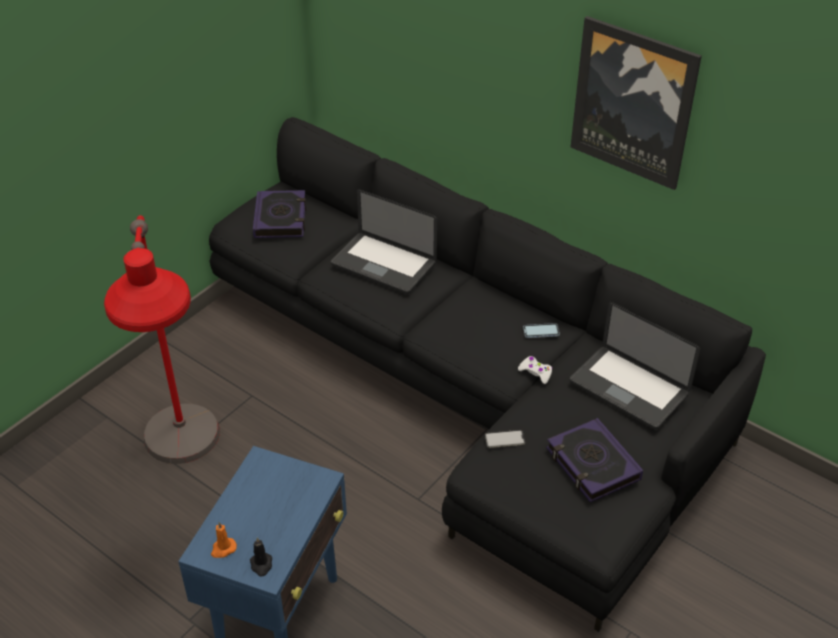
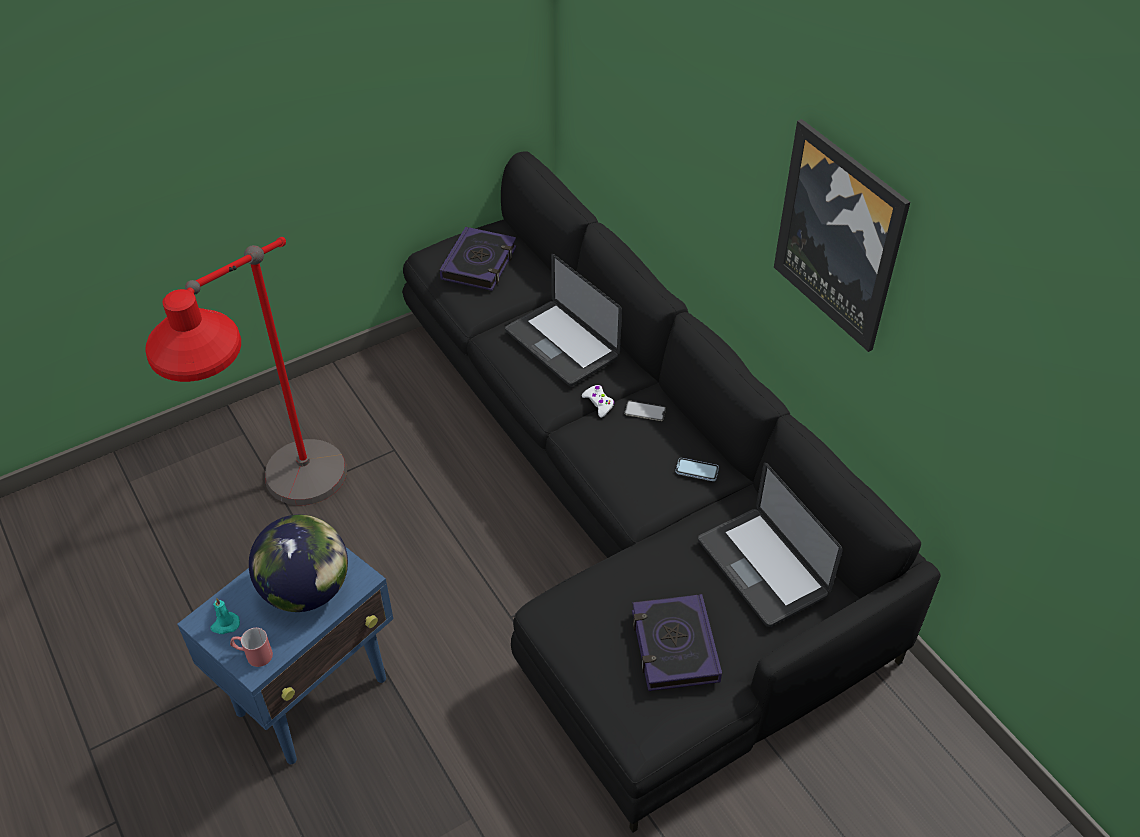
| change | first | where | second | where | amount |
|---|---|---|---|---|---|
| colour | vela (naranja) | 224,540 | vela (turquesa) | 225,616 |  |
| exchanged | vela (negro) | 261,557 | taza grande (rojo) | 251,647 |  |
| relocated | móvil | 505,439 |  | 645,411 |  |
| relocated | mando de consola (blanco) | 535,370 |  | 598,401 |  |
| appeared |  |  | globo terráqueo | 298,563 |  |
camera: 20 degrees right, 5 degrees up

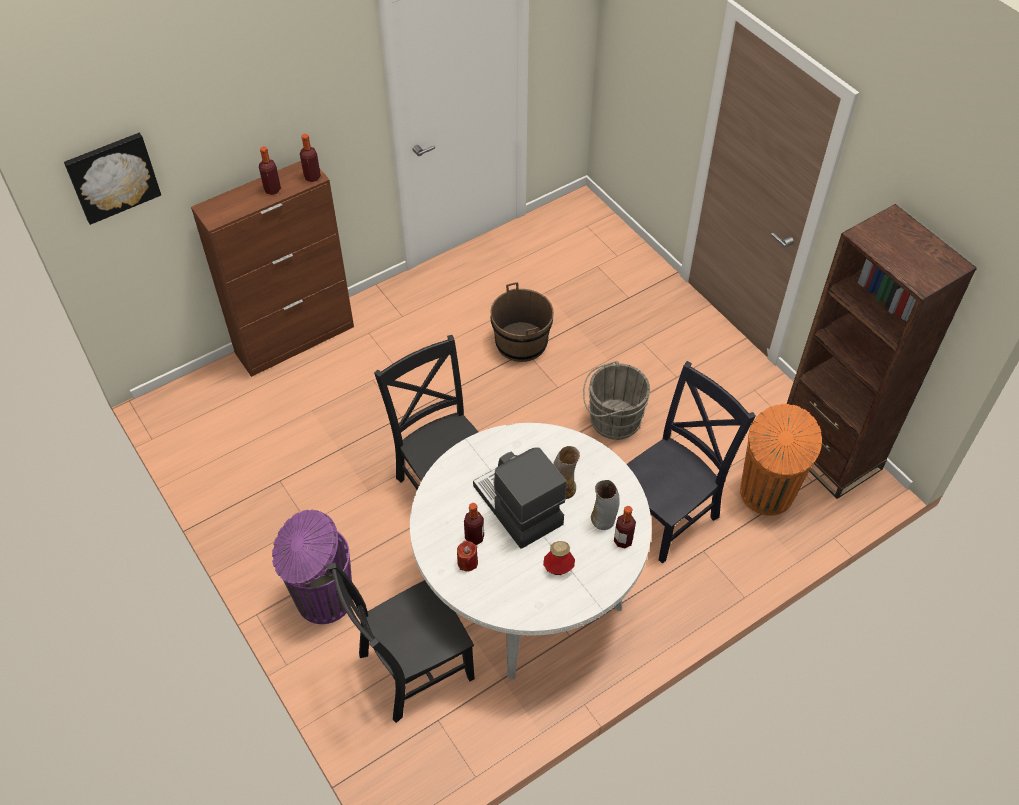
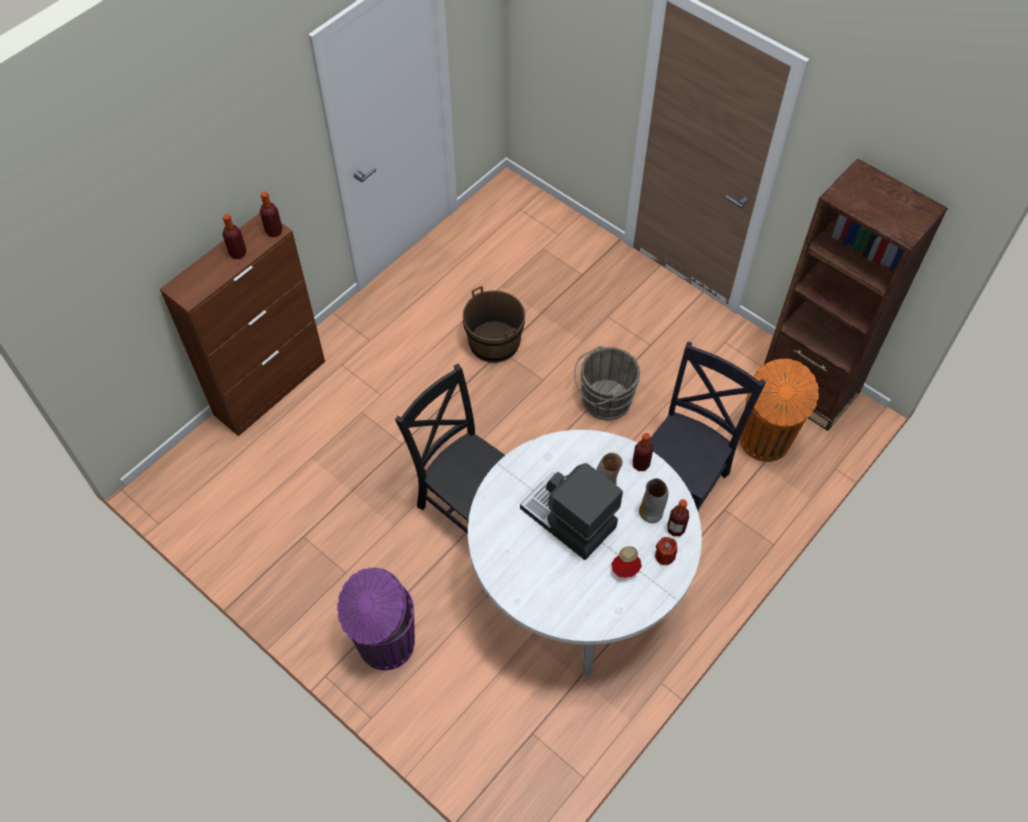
| change | first | where | second | where | amount |
|---|---|---|---|---|---|
| missing | cuadro | 112,179 |  |  |  |
| missing | silla (negro) | 401,643 |  |  |  |
| relocated | vela (rojo) | 467,556 |  | 666,551 |  |
| relocated | botella | 474,524 |  | 642,452 |  |
camera: 15 degrees left, 5 degrees up

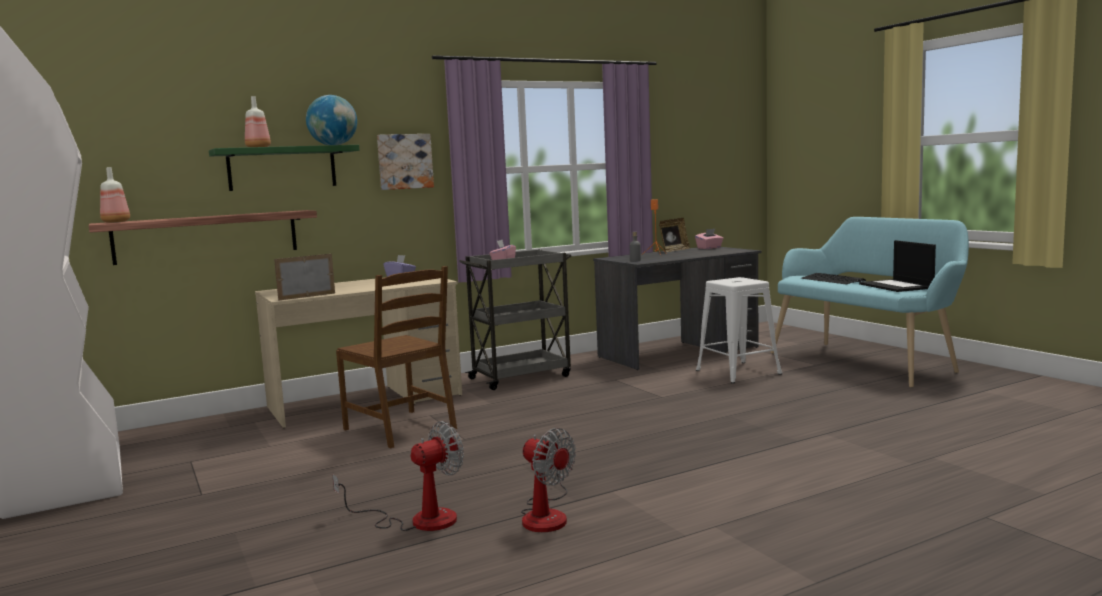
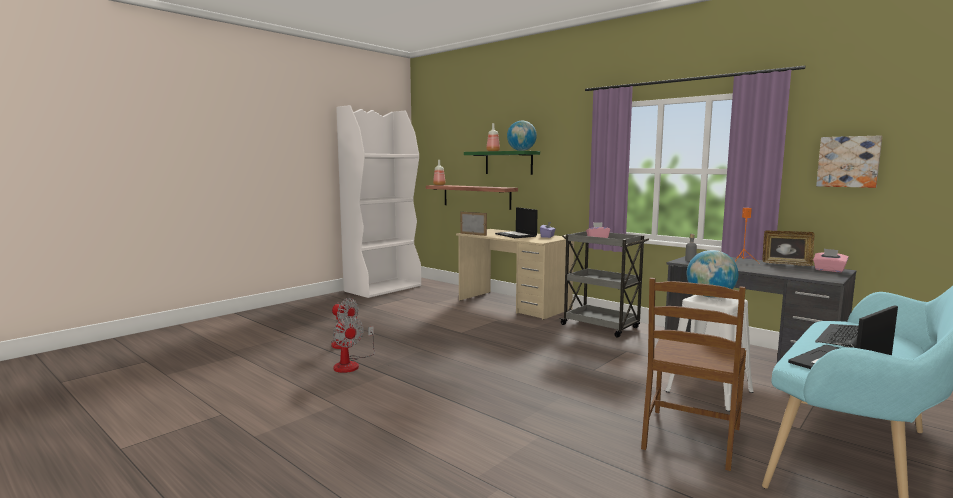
| change | first | where | second | where | amount |
|---|---|---|---|---|---|
| relocated | silla (marrón) | 396,357 |  | 693,374 |  |
| relocated | cuadro | 405,162 |  | 849,161 |  |
| spun | ventilador | 548,480 |  | 354,344 | 60 degrees counterclockwise |
| appeared |  |  | portátil | 516,222 |  |
| appeared |  |  | globo terráqueo | 712,274 |  |
camera: 70 degrees right, 0 degrees up

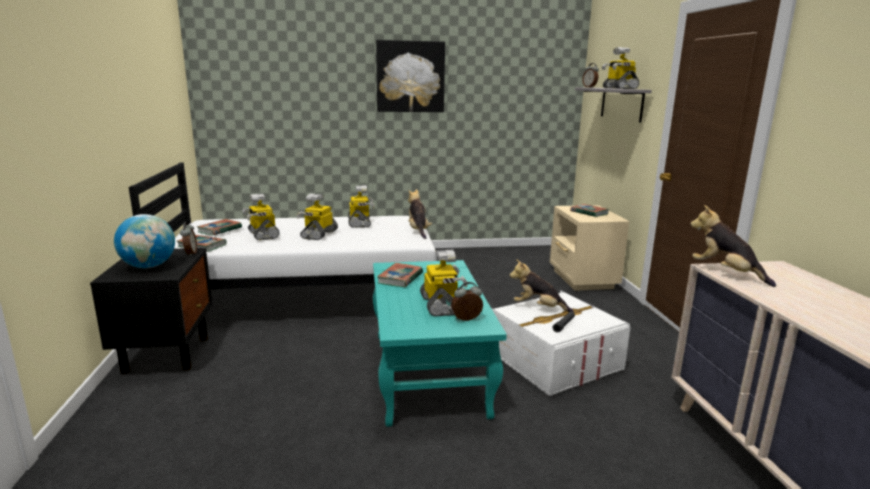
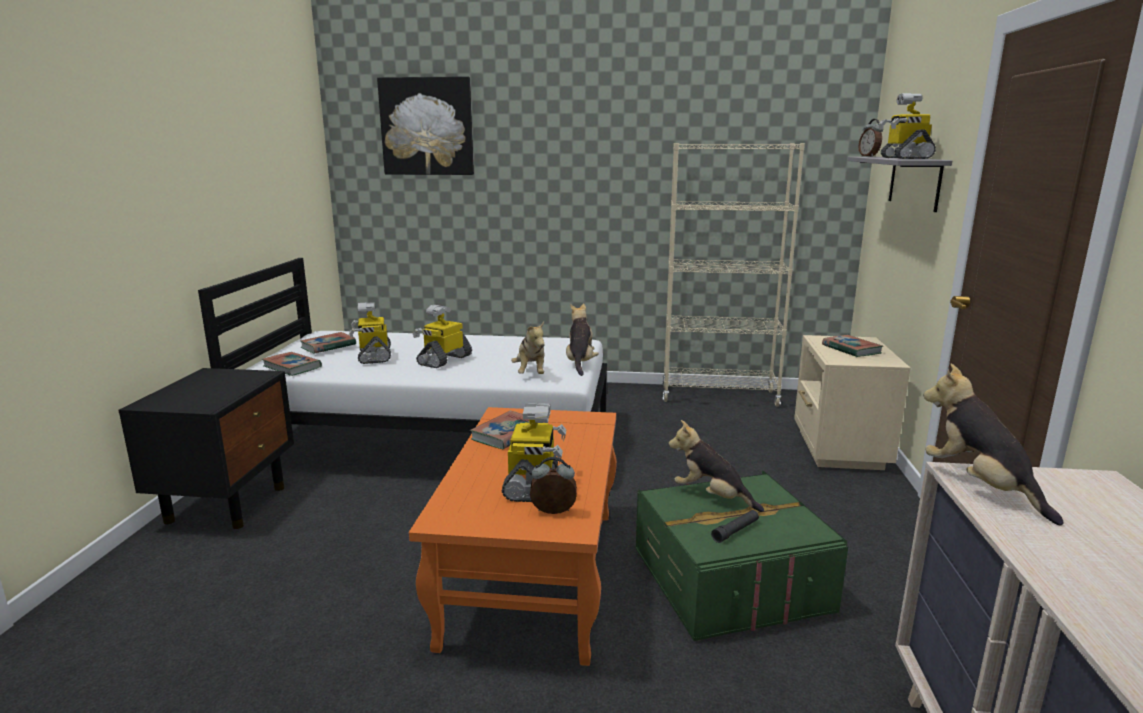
| change | first | where | second | where | amount |
|---|---|---|---|---|---|
| missing | globo terráqueo | 144,241 |  |  |  |
| missing | despertador | 188,239 |  |  |  |
| missing | robot de juguete | 361,206 |  |  |  |
| colour | mesa de centro (turquesa) | 440,343 | mesa de centro (naranja) | 513,536 |  |
| relocated | cuadro | 410,76 |  | 425,125 |  |
| colour | caja de almacenaje (blanco) | 560,343 | caja de almacenaje (verde) | 742,556 |  |
| appeared |  |  | peluche | 528,348 |  |
| appeared |  |  | estantería (beis) | 733,275 |  |
camera: 15 degrees right, 0 degrees up

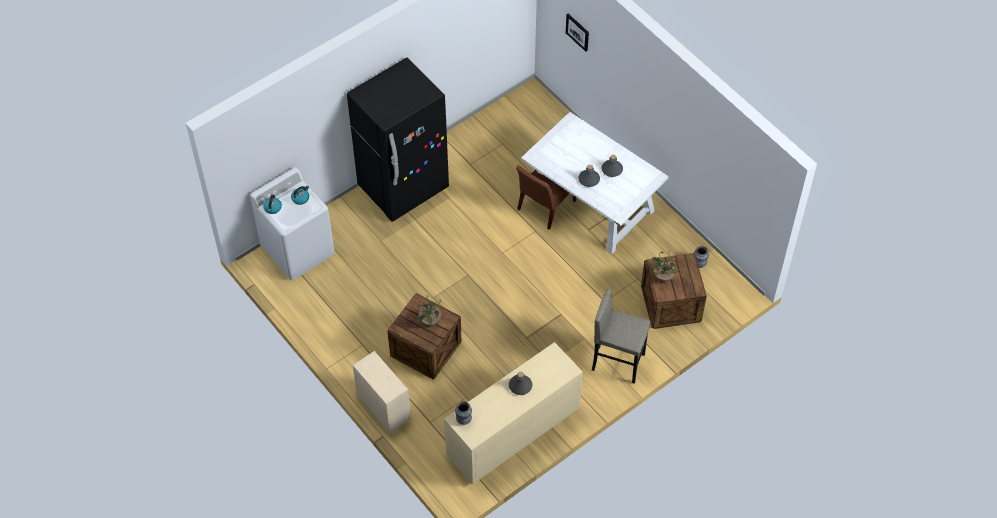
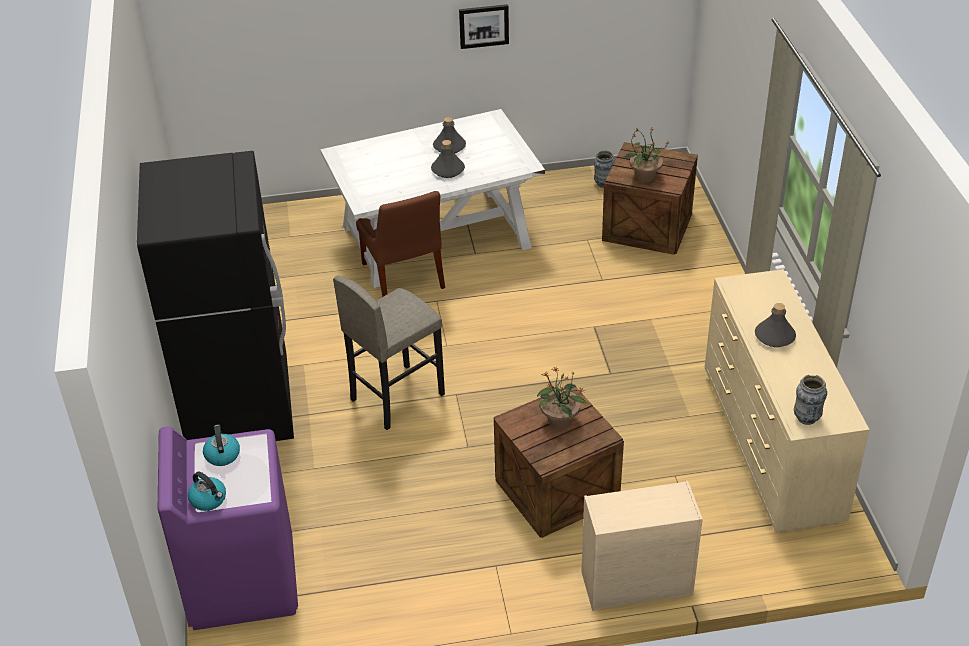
| change | first | where | second | where | amount |
|---|---|---|---|---|---|
| colour | lavadora (blanco) | 292,224 | lavadora (morado) | 228,528 |  |
| relocated | cuadro | 577,33 |  | 484,26 |  |
| relocated | taburete (gris) | 621,336 |  | 389,352 |  |
camera: 60 degrees left, 15 degrees down

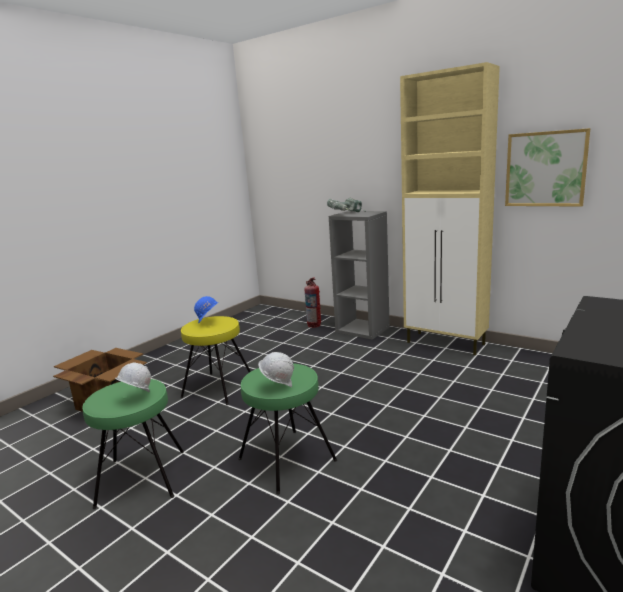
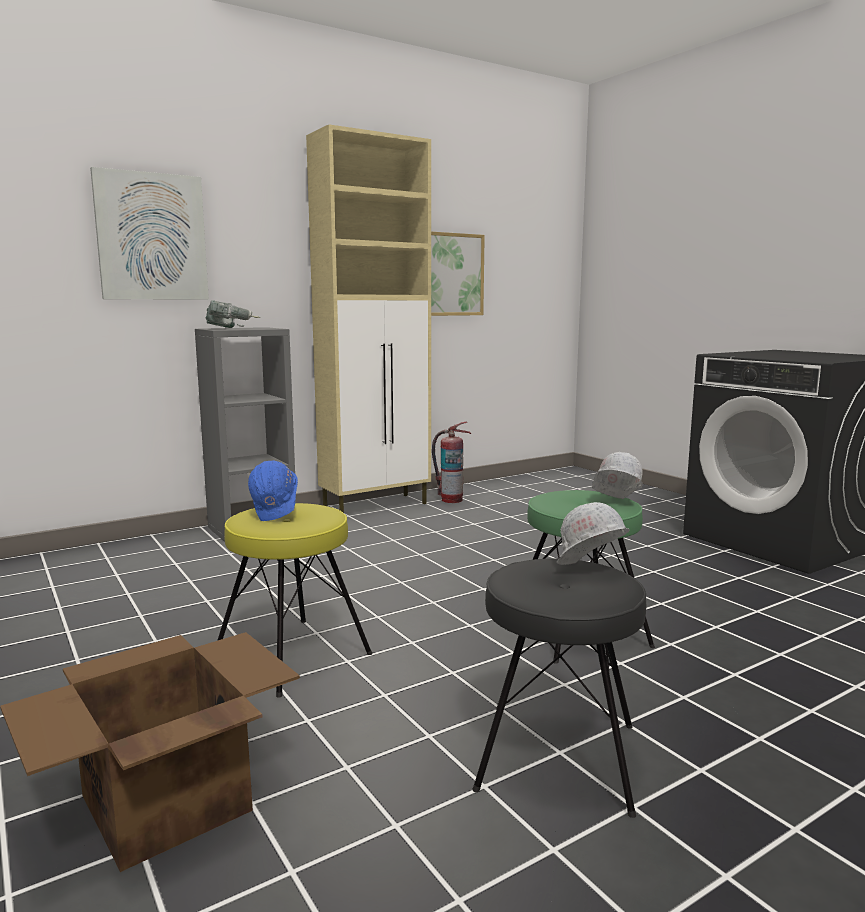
| change | first | where | second | where | amount |
|---|---|---|---|---|---|
| colour | taburete (verde) | 133,444 | taburete (negro) | 559,688 |  |
| relocated | extintor | 313,303 |  | 451,462 |  |
| appeared |  |  | cuadro | 149,233 |  |
camera: 70 degrees left, 5 degrees down

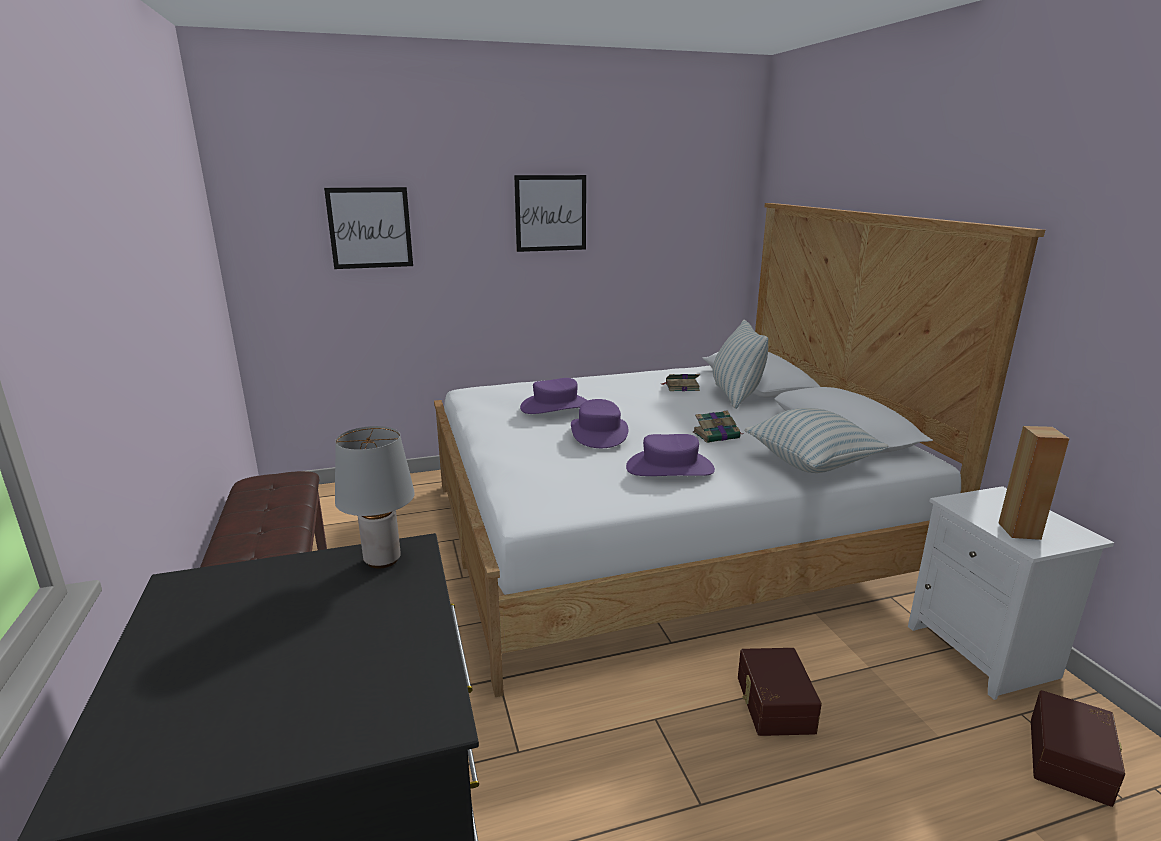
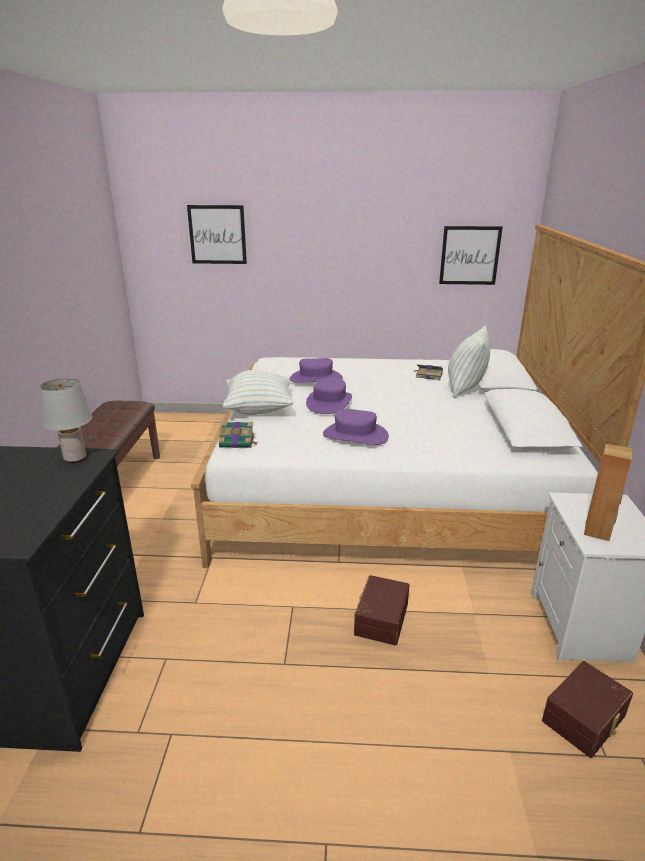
| change | first | where | second | where | amount |
|---|---|---|---|---|---|
| relocated | cuadro | 550,213 |  | 471,255 |  |
| relocated | libro | 718,426 |  | 238,435 |  |
| relocated | cojín | 817,440 |  | 258,392 |  |
camera: 20 degrees right, 5 degrees up

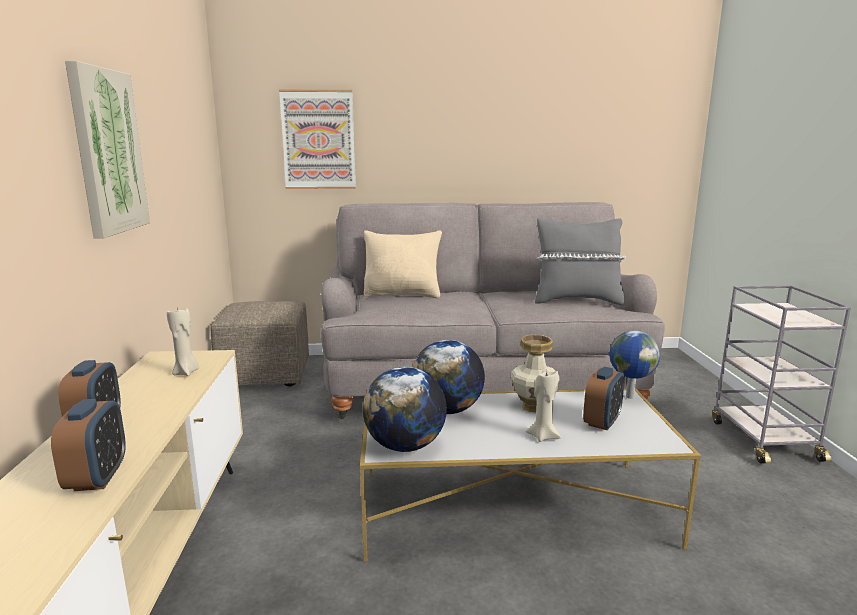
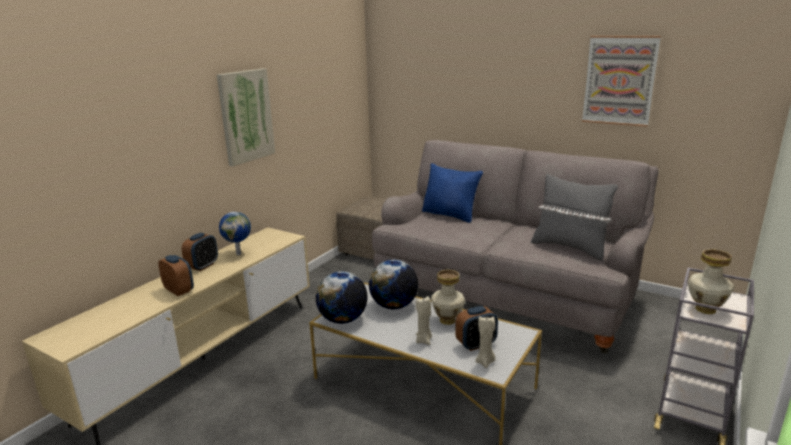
| change | first | where | second | where | amount |
|---|---|---|---|---|---|
| spun | despertador | 88,445 |  | 176,275 | 75 degrees counterclockwise |
| relocated | vela (beis) | 183,341 |  | 485,342 |  |
| relocated | cuadro | 317,139 |  | 621,81 |  |
| colour | cojín (beis) | 403,264 | cojín (azul) | 452,193 |  |
| relocated | globo terráqueo | 635,365 |  | 235,233 |  |
| appeared |  |  | florero | 711,281 |  |
camera: 35 degrees right, 5 degrees up

